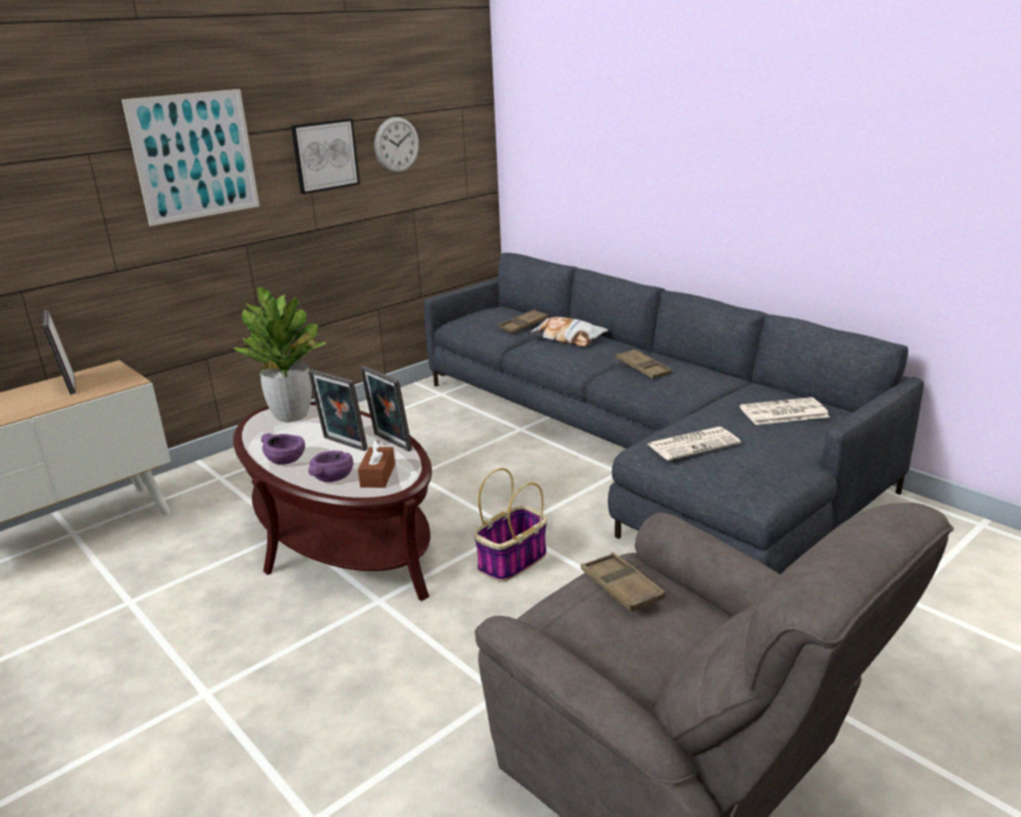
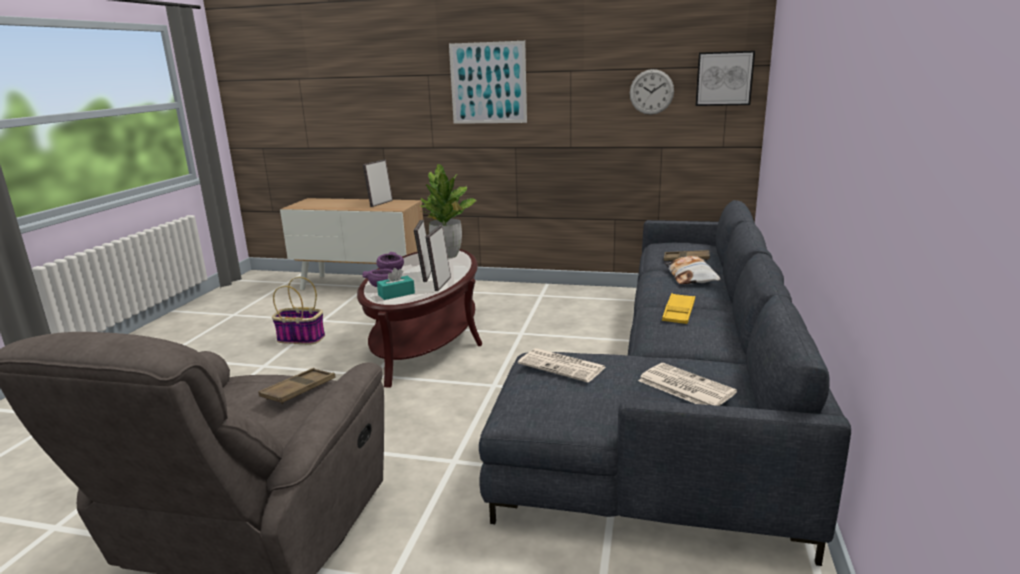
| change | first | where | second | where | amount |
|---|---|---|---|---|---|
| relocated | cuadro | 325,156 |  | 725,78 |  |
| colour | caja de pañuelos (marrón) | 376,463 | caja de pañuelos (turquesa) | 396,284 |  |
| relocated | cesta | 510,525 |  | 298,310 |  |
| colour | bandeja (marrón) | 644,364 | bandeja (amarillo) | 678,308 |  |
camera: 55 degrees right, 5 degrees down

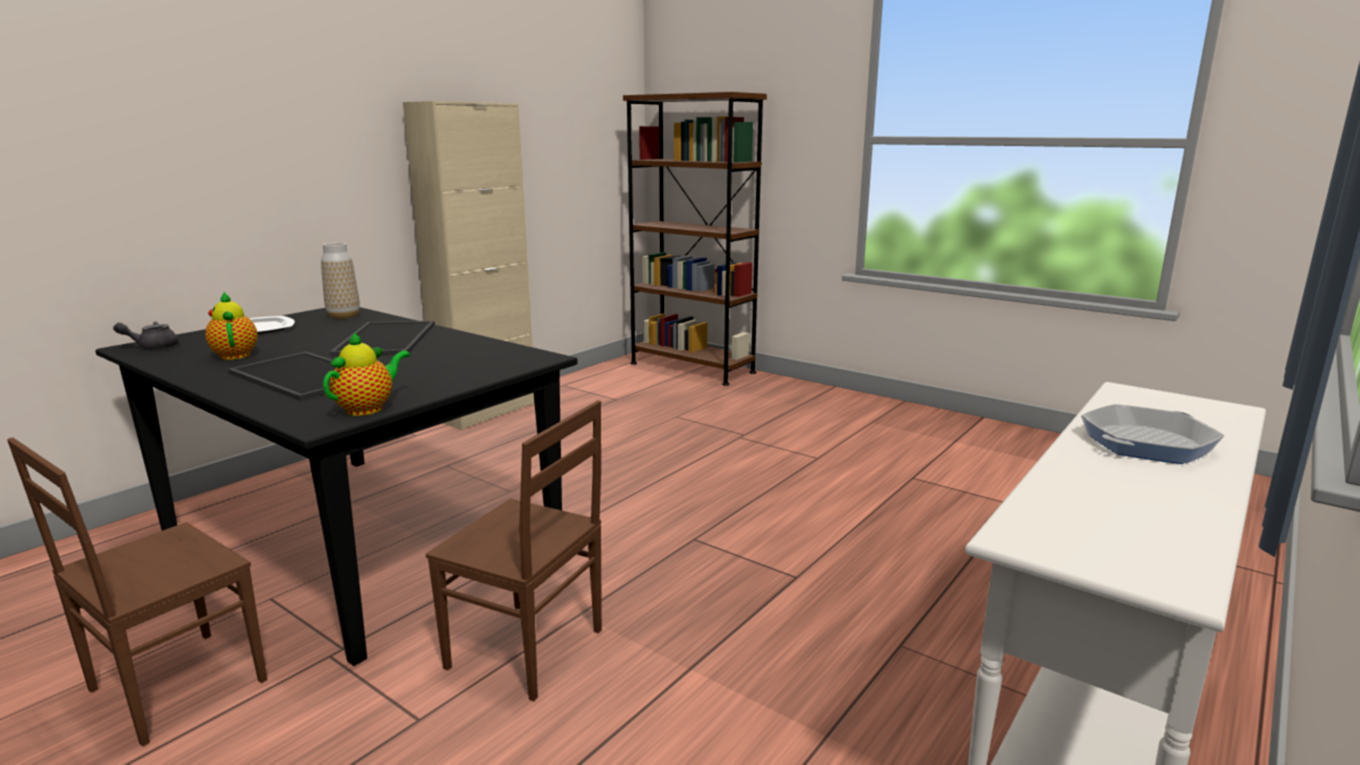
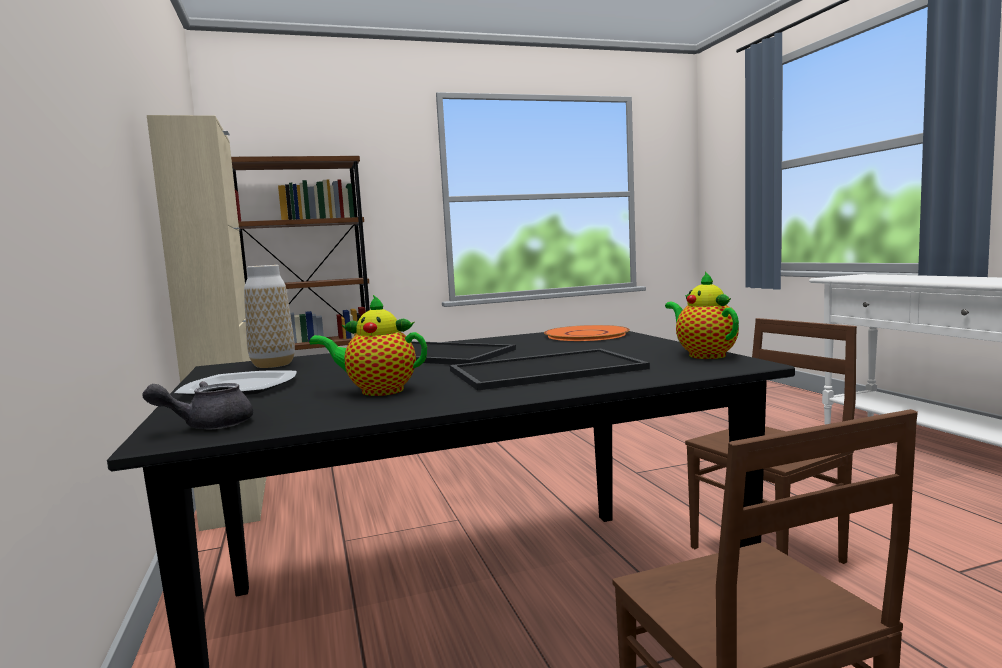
| change | first | where | second | where | amount |
|---|---|---|---|---|---|
| spun | tetera (gris) | 145,335 |  | 197,405 | 45 degrees clockwise |
| missing | sartén | 1152,434 |  |  |  |
| appeared |  |  | plato (naranja) | 587,333 |  |
camera: 55 degrees left, 10 degrees down

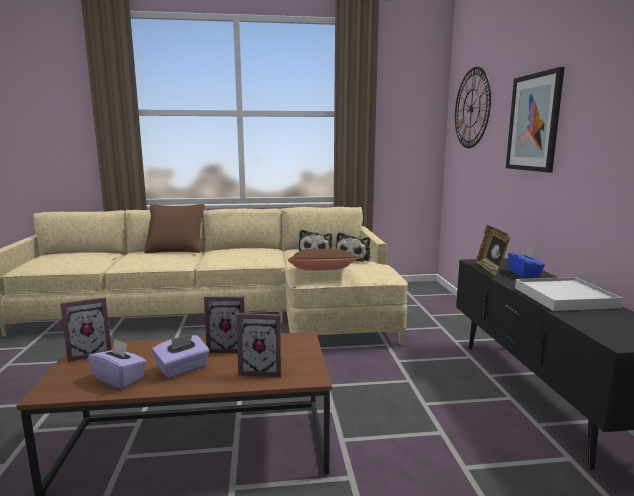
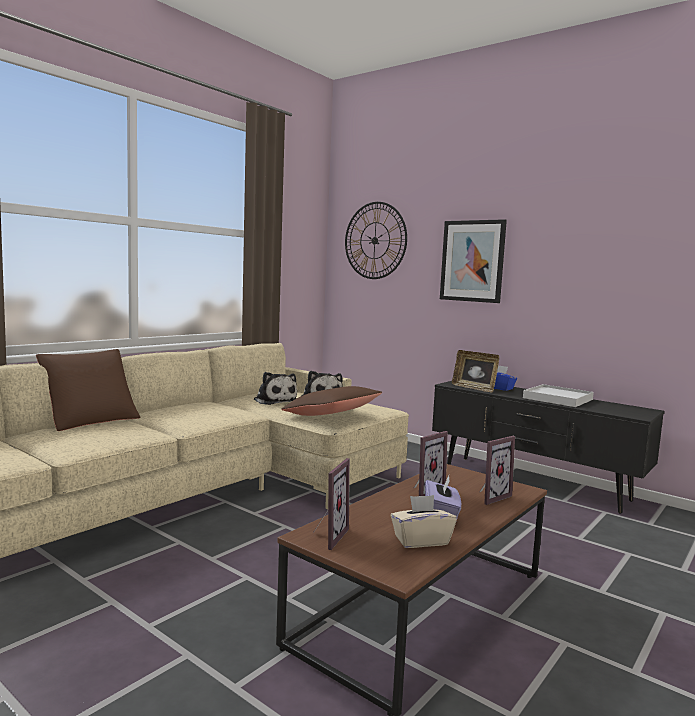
| change | first | where | second | where | amount |
|---|---|---|---|---|---|
| colour | caja de pañuelos (morado) | 117,364 | caja de pañuelos (beis) | 424,521 |  |
camera: 45 degrees left, 5 degrees down

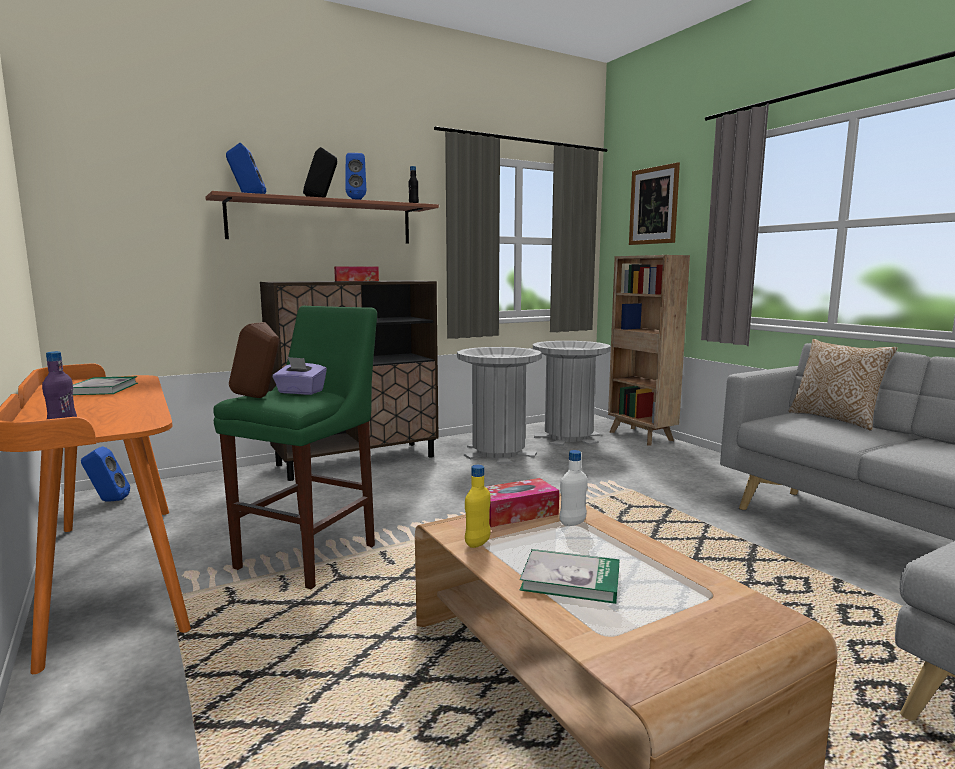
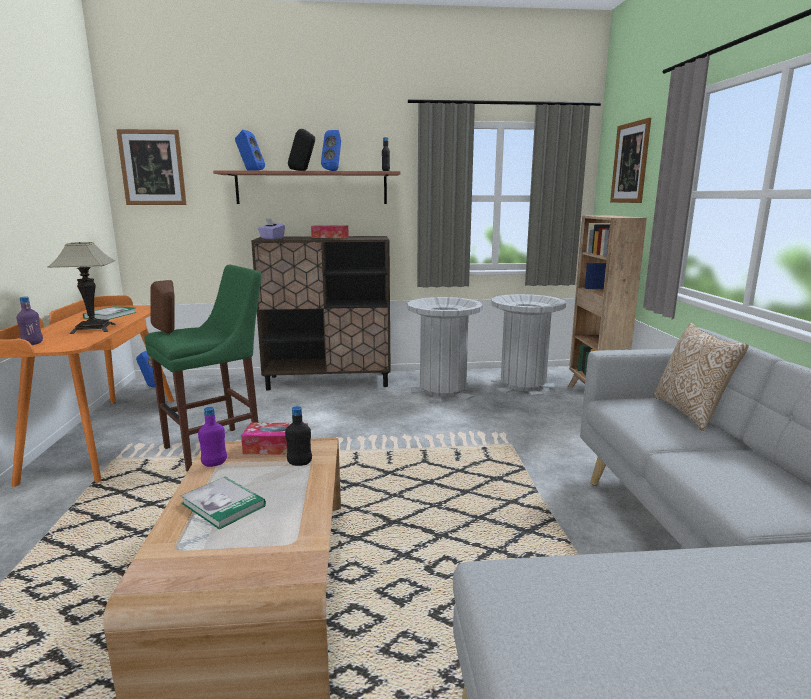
| change | first | where | second | where | amount |
|---|---|---|---|---|---|
| relocated | caja de pañuelos (morado) | 300,376 |  | 271,229 |  |
| colour | botella (amarillo) | 478,506 | botella (morado) | 212,437 |  |
| colour | botella (blanco) | 573,488 | botella (negro) | 298,436 |  |
| appeared |  |  | lámpara de mesa | 81,288 |  |
| appeared |  |  | cuadro | 151,167 |  |
camera: 25 degrees right, 5 degrees up

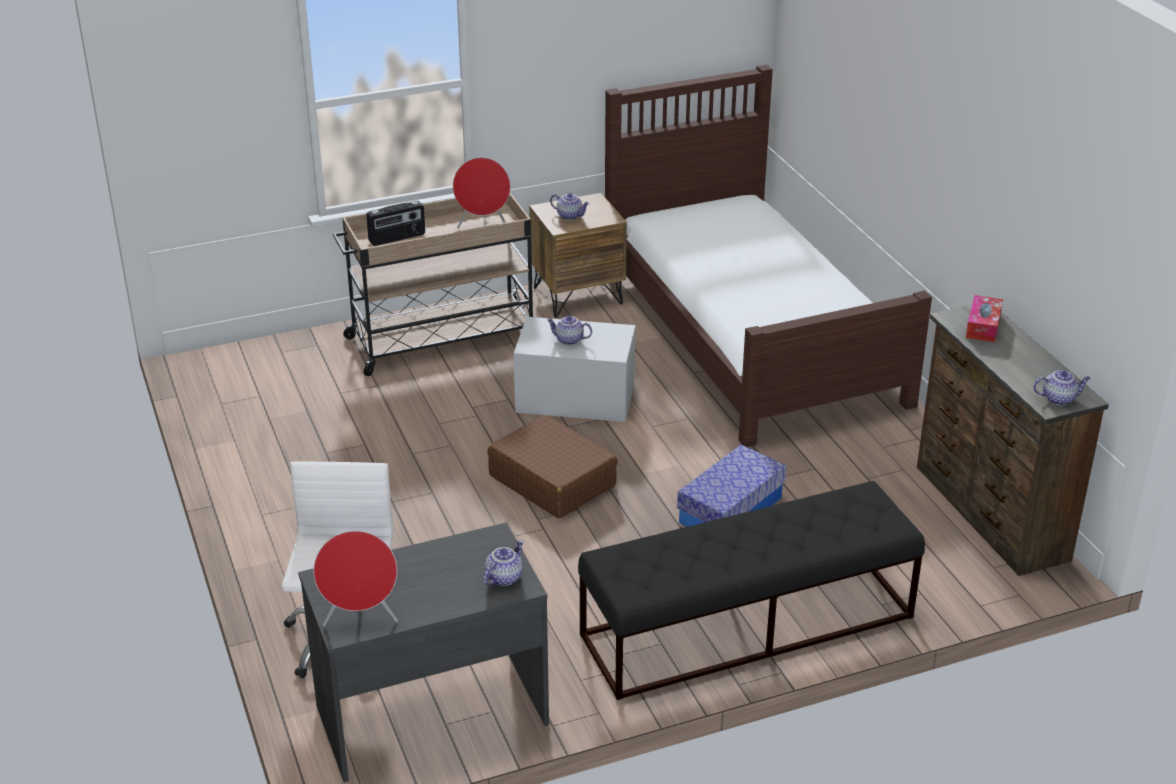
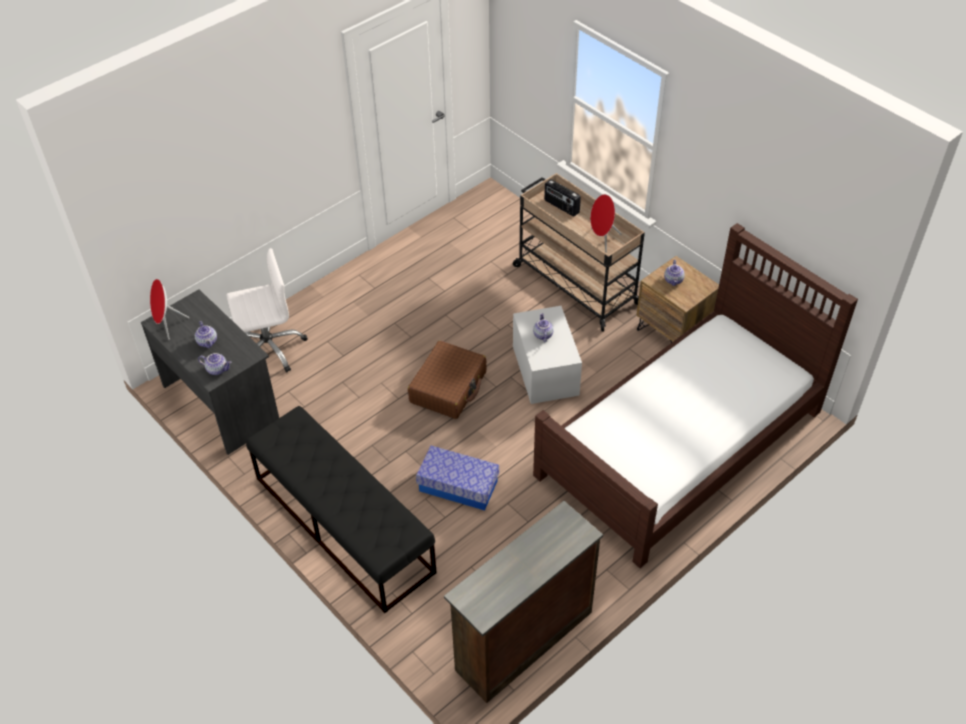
| change | first | where | second | where | amount |
|---|---|---|---|---|---|
| missing | caja de pañuelos | 984,318 |  |  |  |
| relocated | tetera | 1062,387 |  | 206,334 |  |
camera: 70 degrees right, 15 degrees up

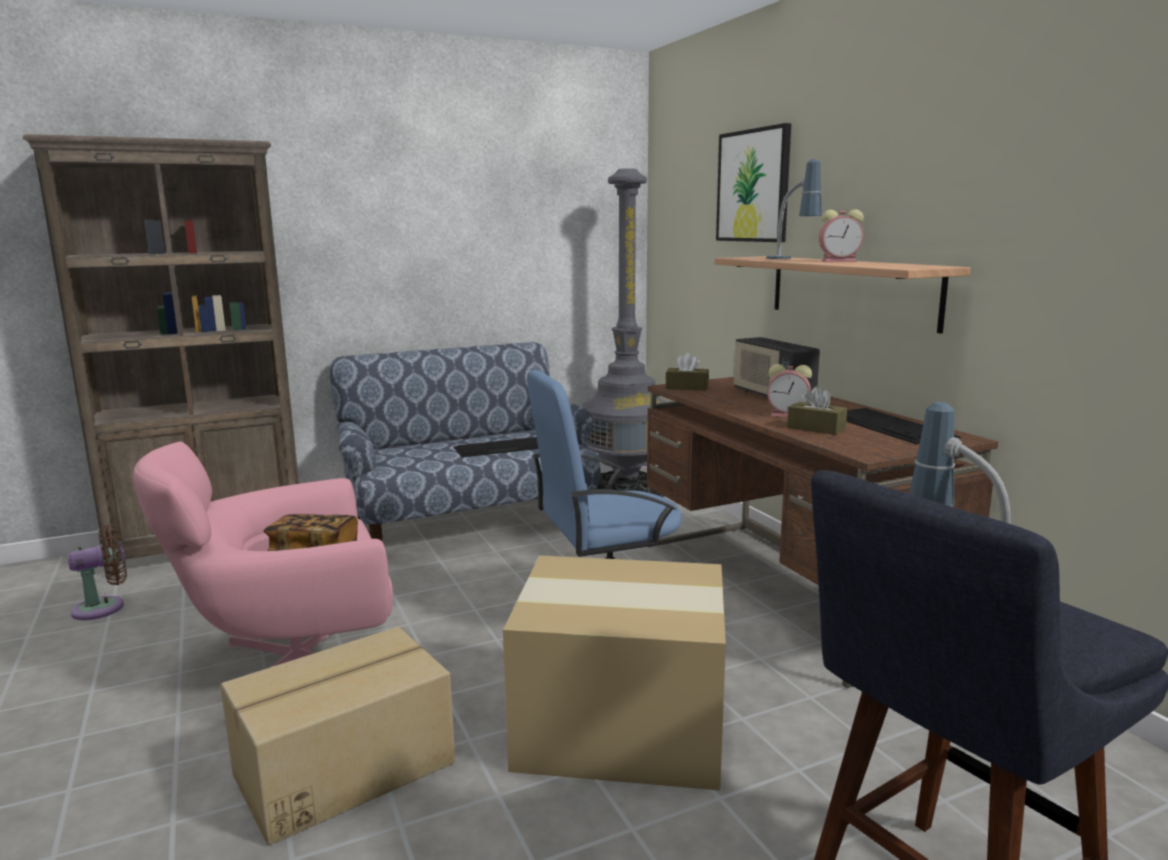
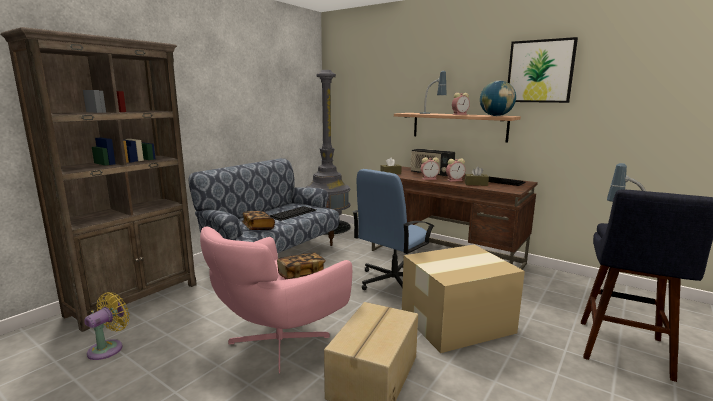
| change | first | where | second | where | amount |
|---|---|---|---|---|---|
| colour | ventilador (marrón) | 97,572 | ventilador (amarillo) | 107,326 |  |
| relocated | cuadro | 753,182 |  | 543,70 |  |
| appeared |  |  | libro | 258,220 |  |
| appeared |  |  | despertador | 430,168 |  |
| appeared |  |  | globo terráqueo | 498,98 |  |
camera: 30 degrees left, 0 degrees up

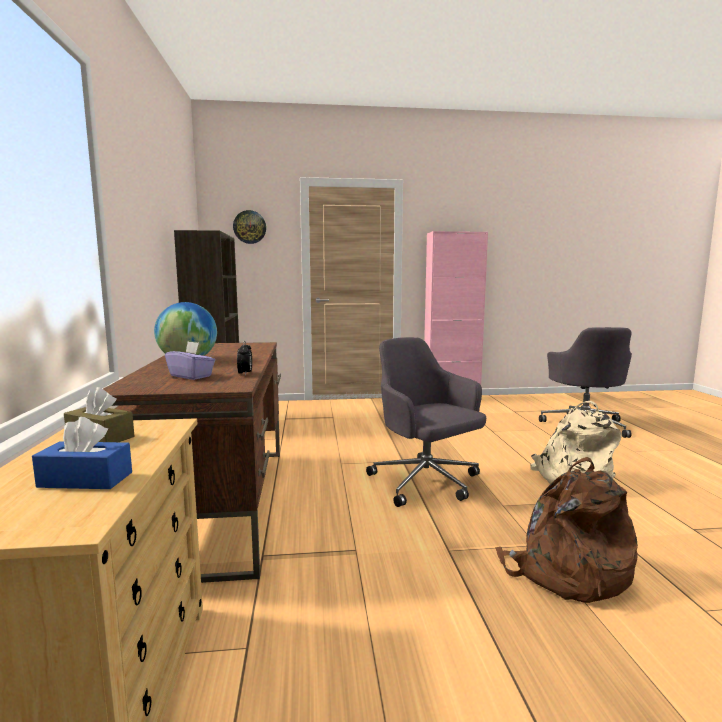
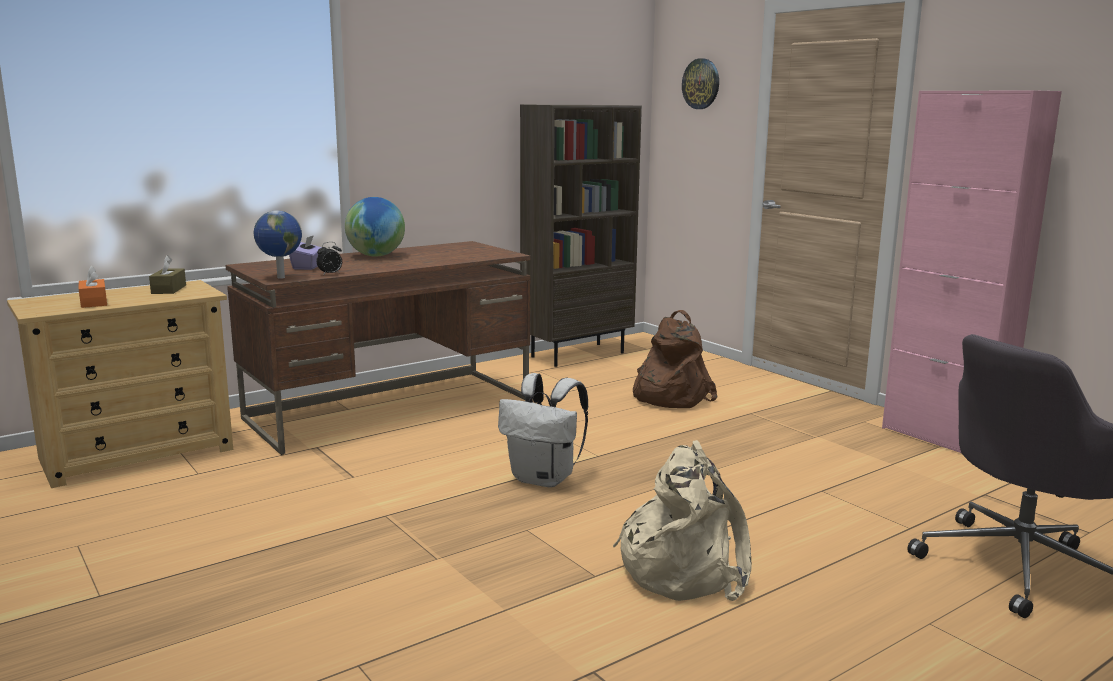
| change | first | where | second | where | amount |
|---|---|---|---|---|---|
| colour | caja de pañuelos (azul) | 82,453 | caja de pañuelos (naranja) | 93,286 |  |
| exchanged | silla de oficina (gris) | 426,422 | mochila (blanco) | 543,430 |  |
| relocated | mochila (marrón) | 566,530 |  | 675,359 |  |
| appeared |  |  | globo terráqueo | 278,244 |  |
camera: 60 degrees right, 5 degrees up

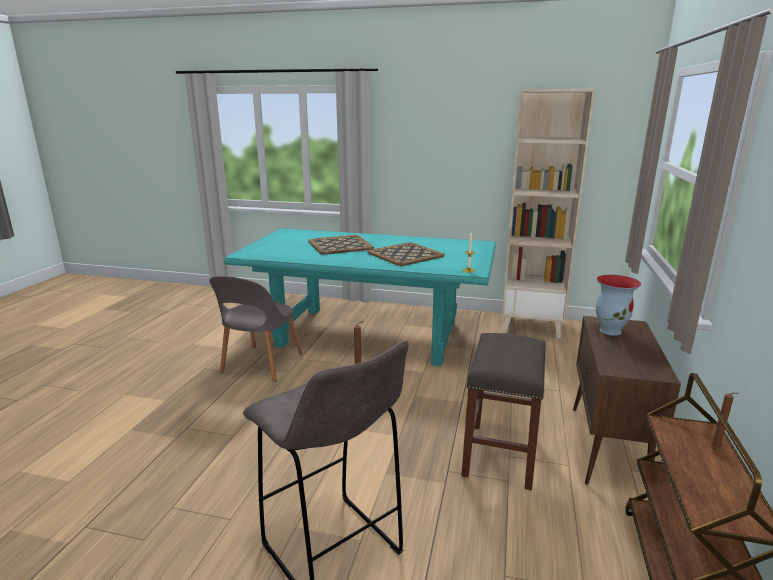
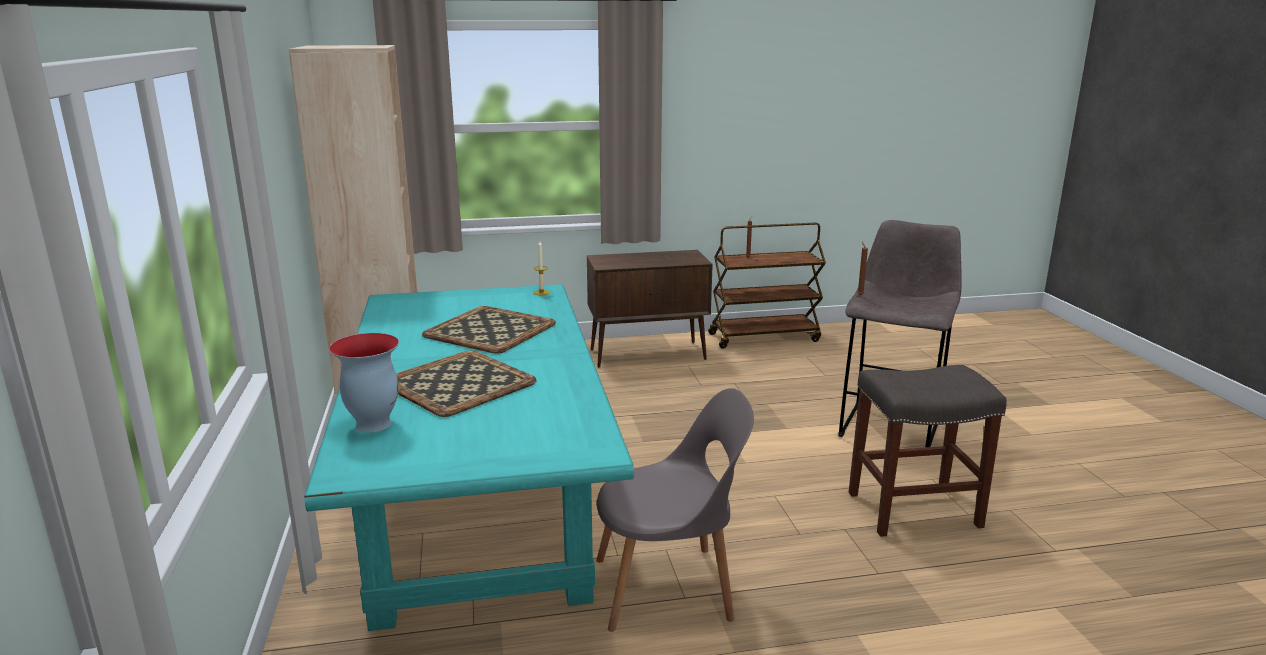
| change | first | where | second | where | amount |
|---|---|---|---|---|---|
| relocated | taburete (gris) | 503,411 |  | 928,451 |  |
| relocated | florero | 618,305 |  | 364,383 |  |
camera: 115 degrees left, 0 degrees up

